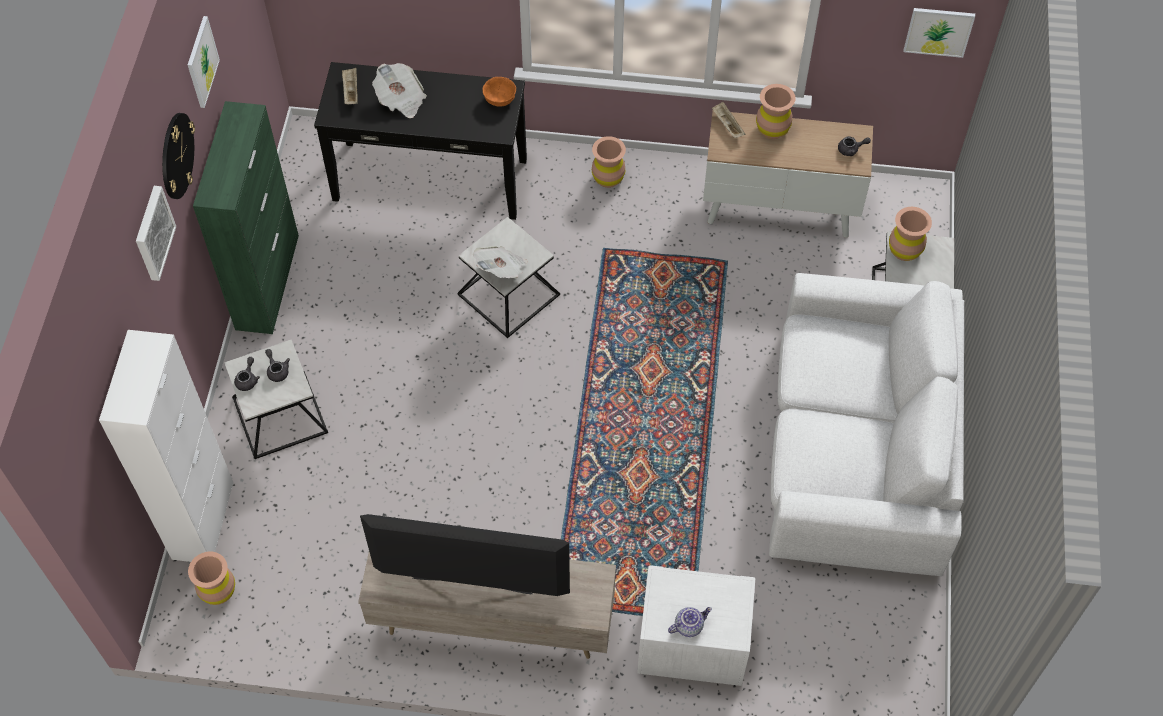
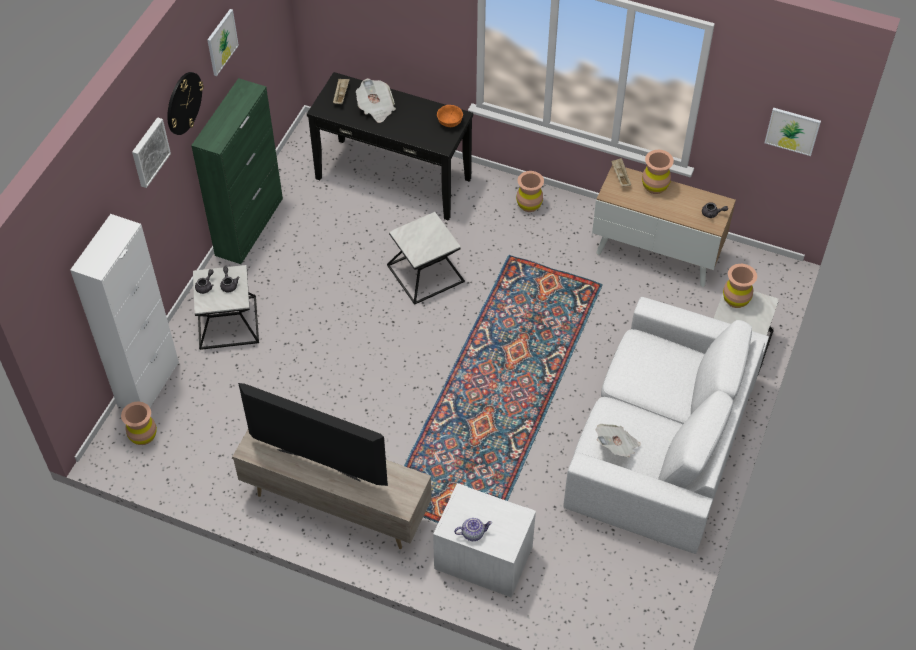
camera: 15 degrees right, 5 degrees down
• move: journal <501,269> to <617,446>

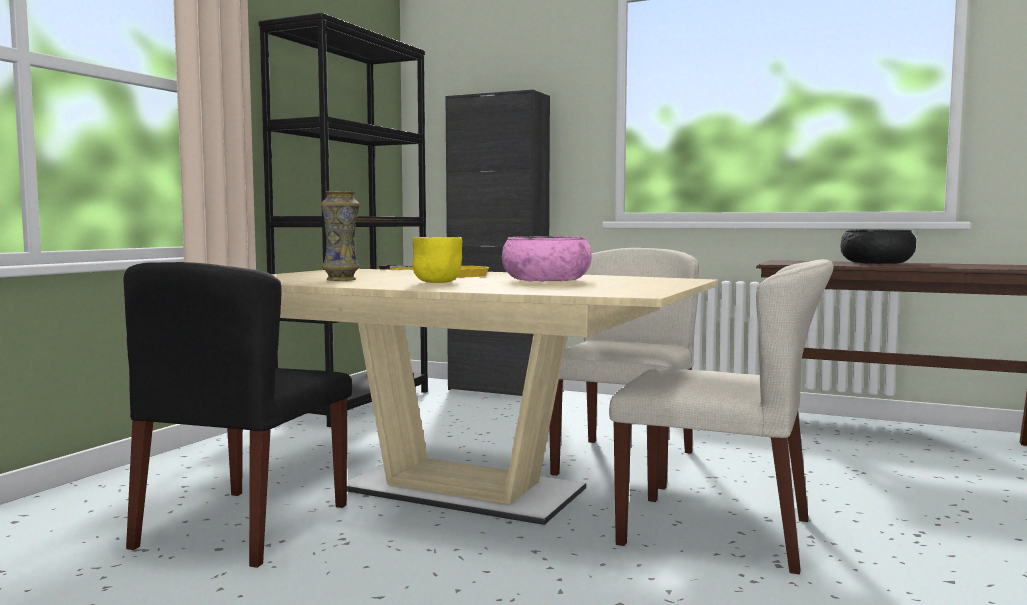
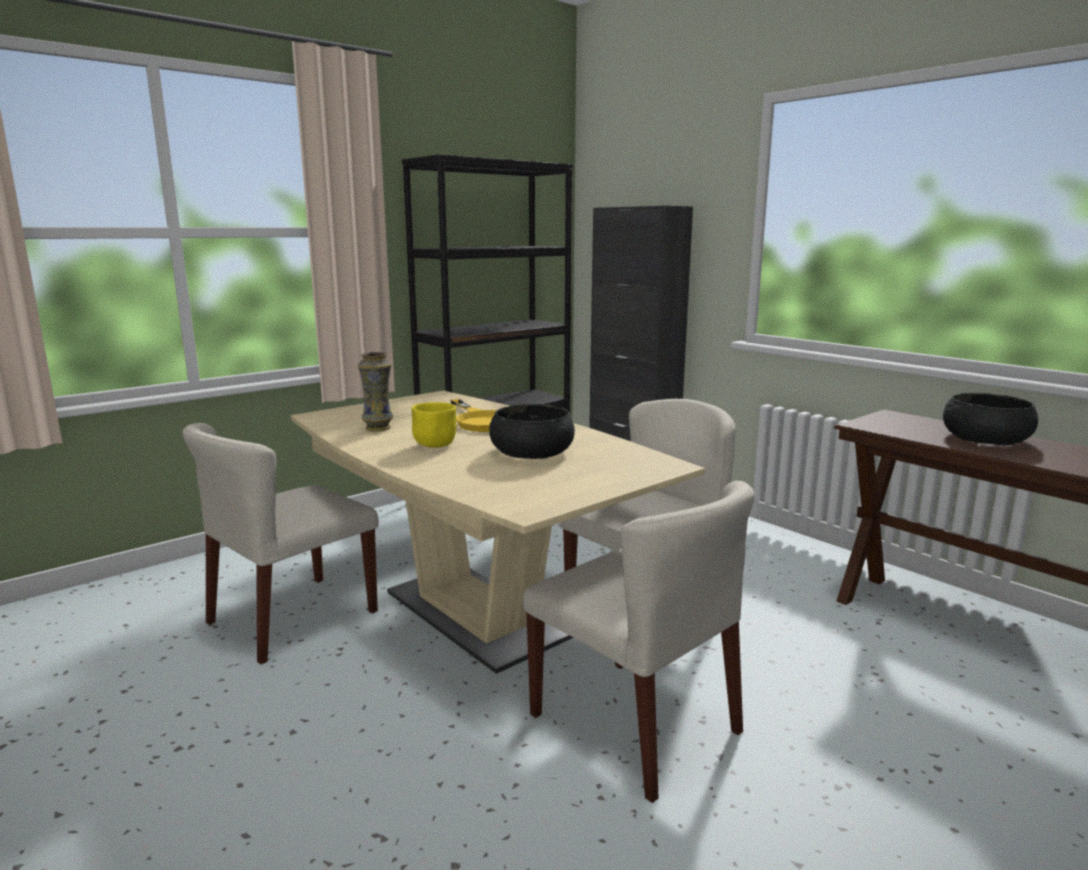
camera: 25 degrees right, 10 degrees up
• recolor: bol (rose) <546,280> to bol (noir) <532,452>
• recolor: chaise (noir) <244,526> to chaise (beige) <292,617>

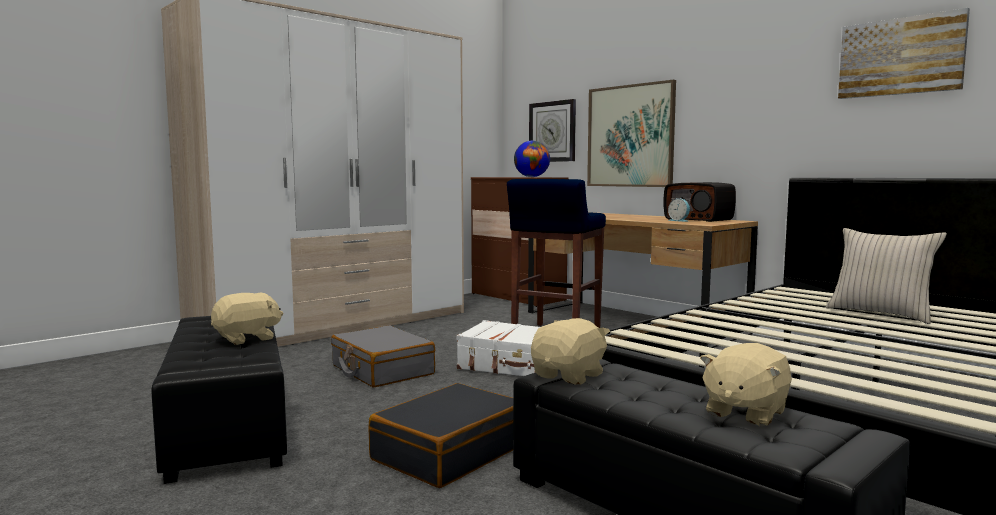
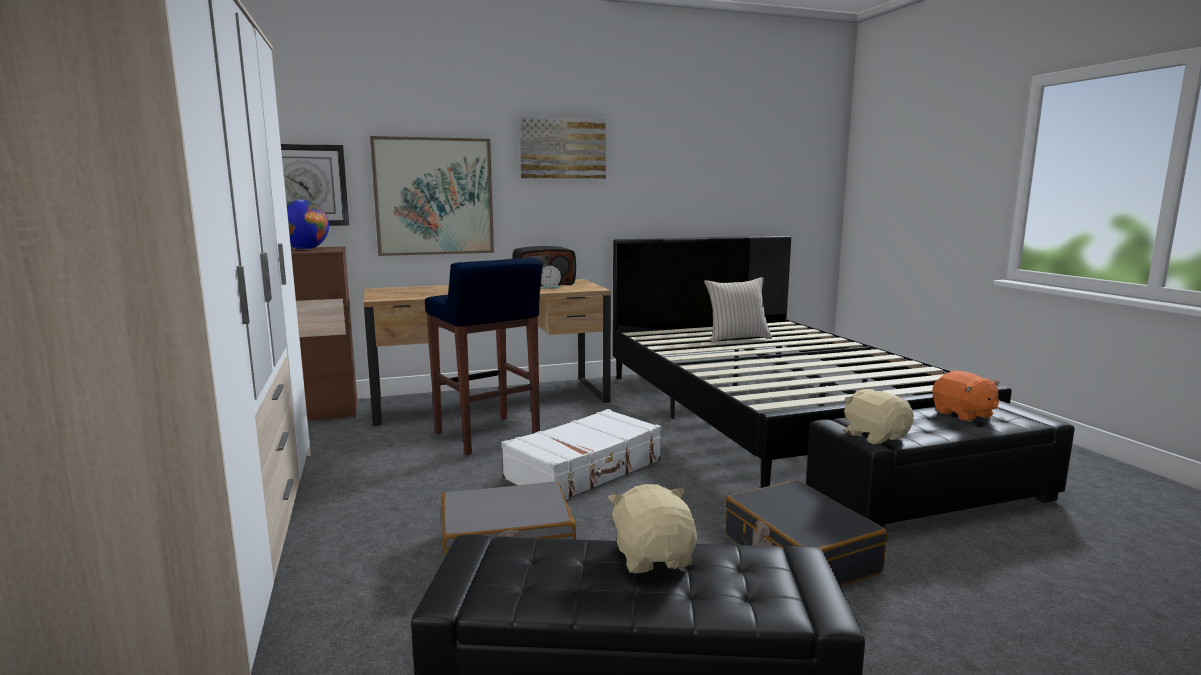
camera: 65 degrees left, 5 degrees up
• move: tableau <900,57> to <562,148>
• recolor: peluche (beige) <744,412> to peluche (orange) <963,414>

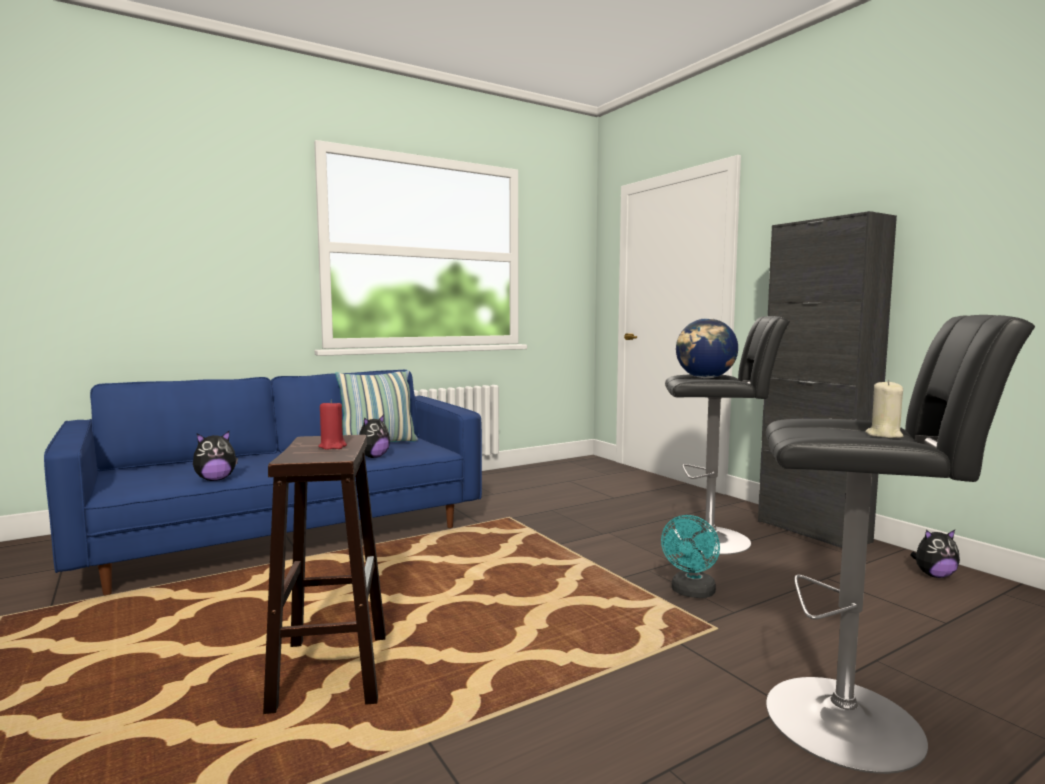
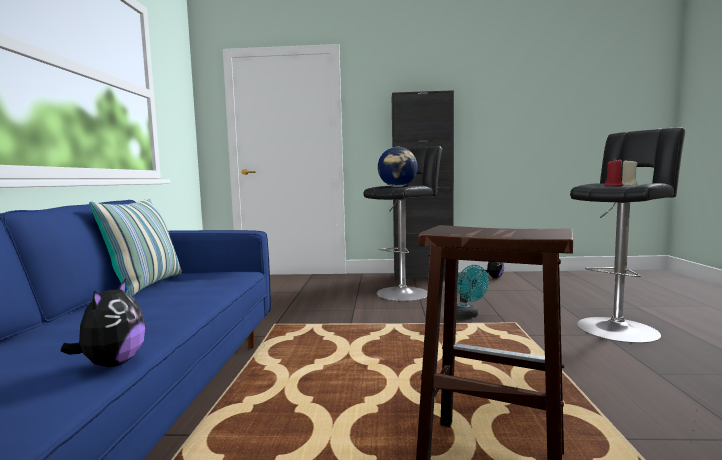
camera: 55 degrees left, 0 degrees up
• move: bougie (rouge) <333,446> to <613,186>
• delete: peluche <373,457>

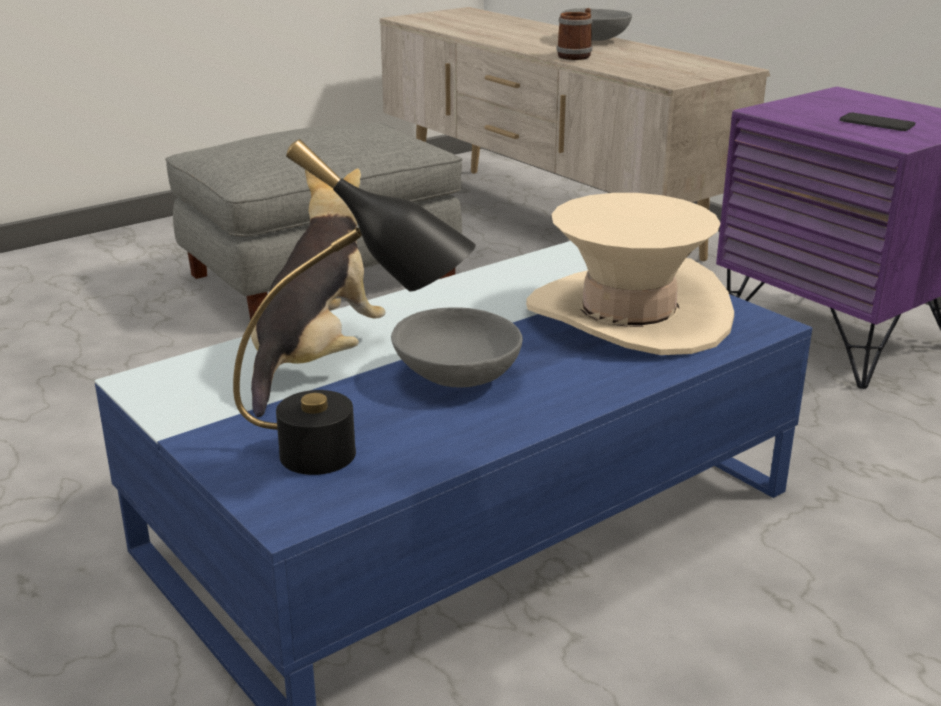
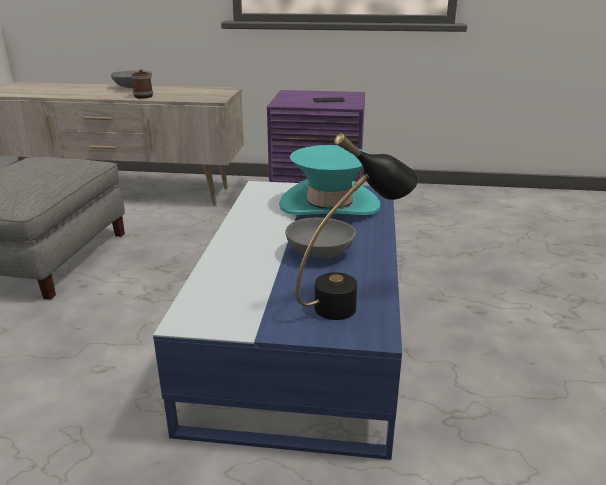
camera: 45 degrees left, 0 degrees up
• delete: peluche <316,359>
• recolor: chapeau (beige) <628,315> to chapeau (turquoise) <329,204>

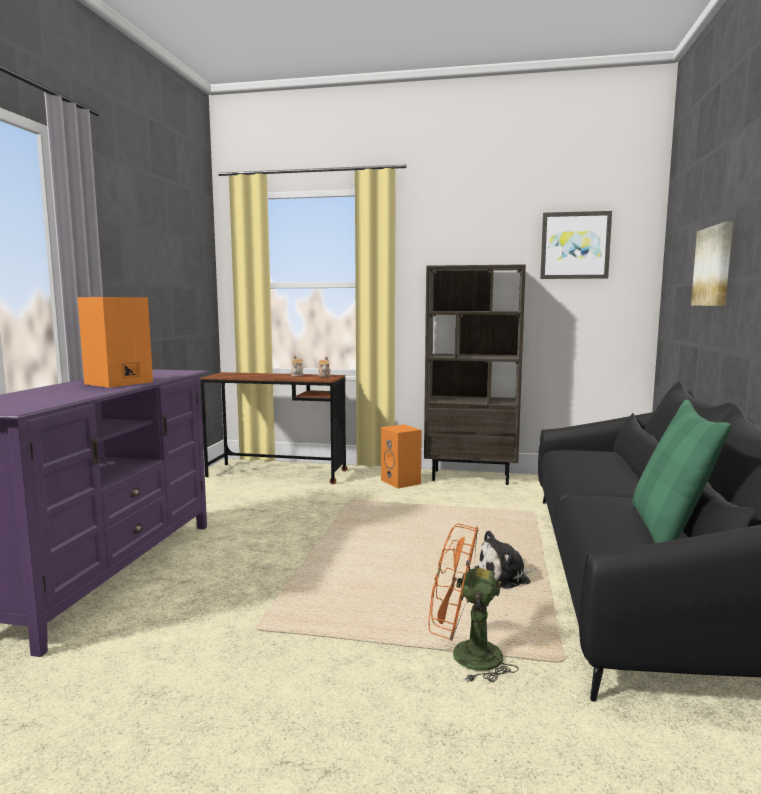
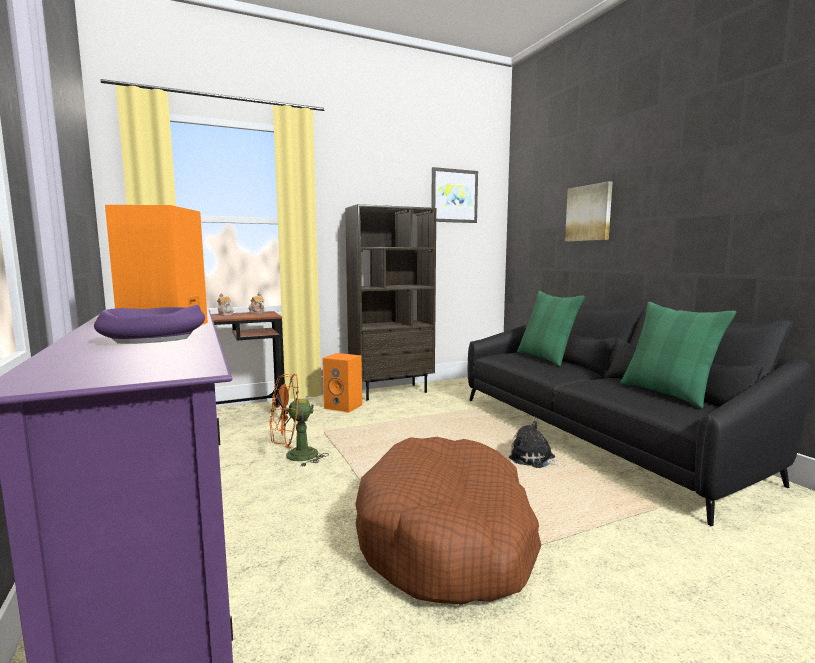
camera: 35 degrees left, 0 degrees up
• move: ventilateur (orange) <465,656> to <294,457>
• rotate: peluche <506,576> = <534,460> 90 degrees clockwise
• insert: coussin (vert) <545,358>
• insert: bol (violet) <154,340>
• insert: panier pour chien (marron) <447,537>

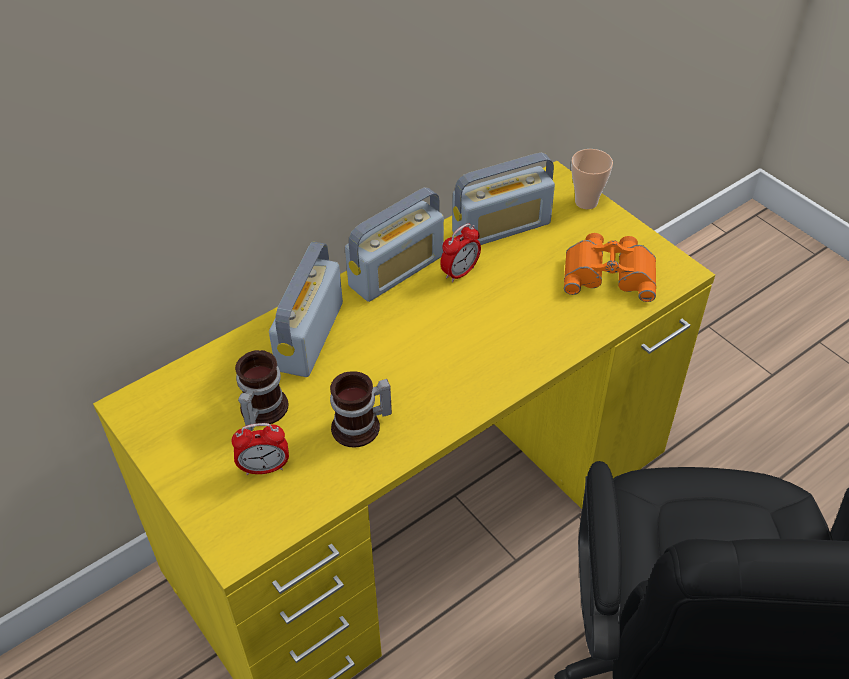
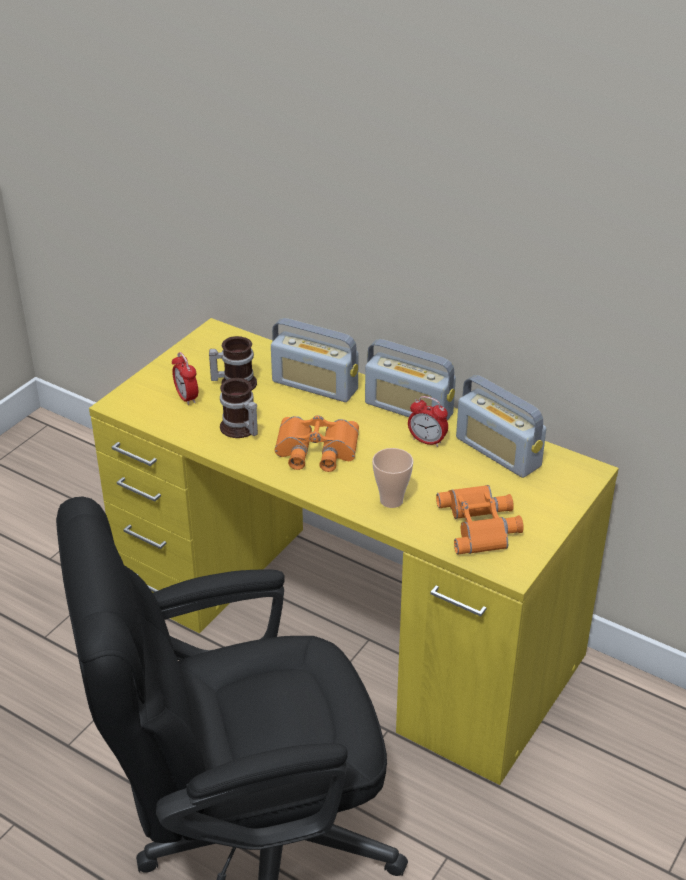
camera: 70 degrees right, 10 degrees down
• move: tasse <586,202> to <391,500>
• rotate: radio <310,336> = <315,385> 150 degrees counterclockwise
• insert: jumelles (orange) <315,451>

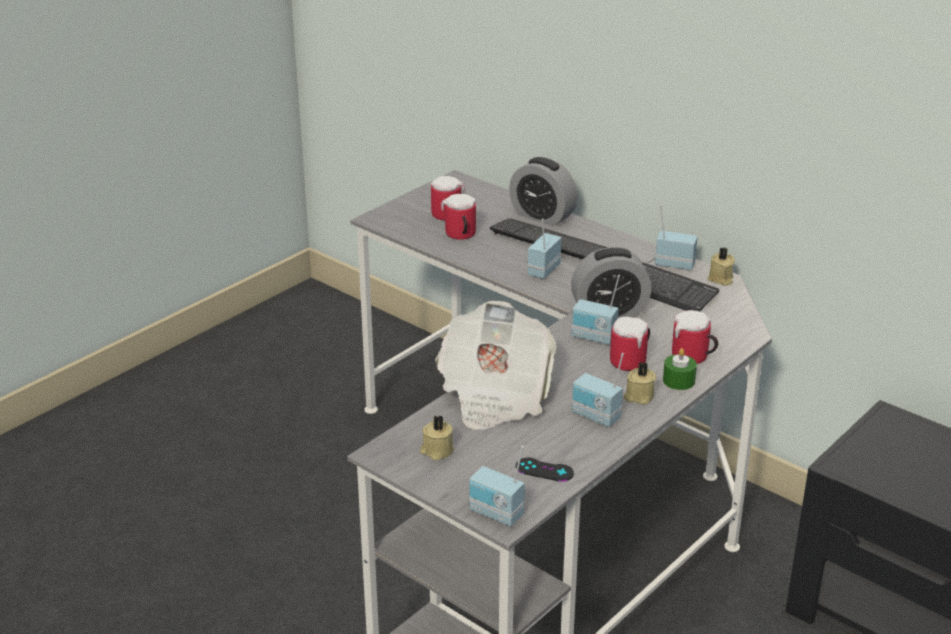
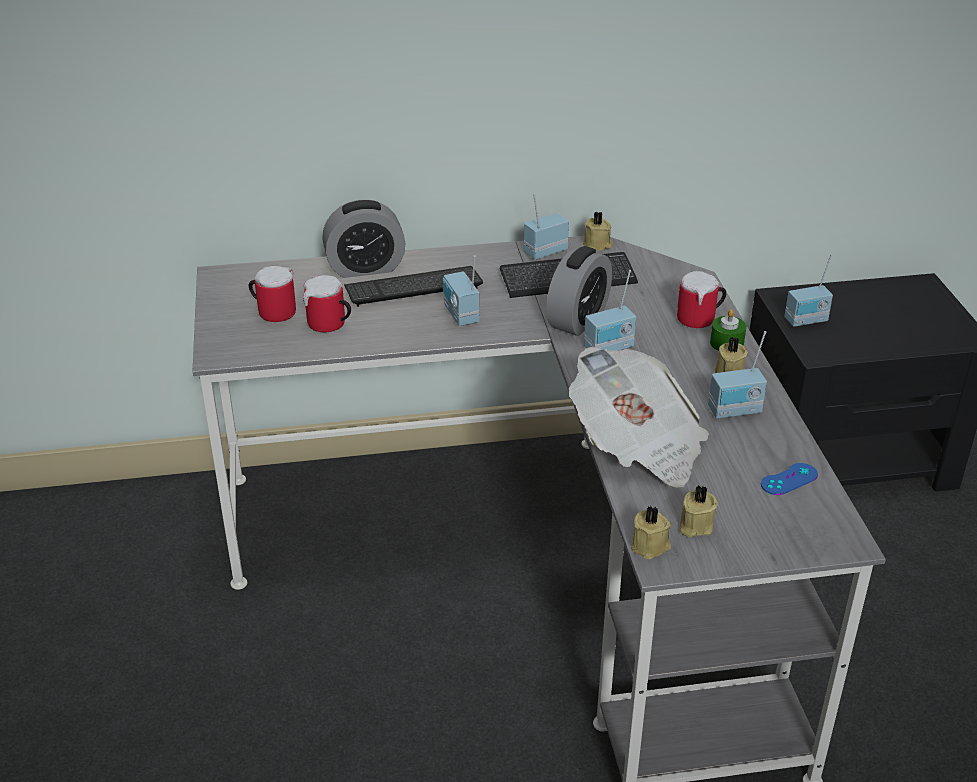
camera: 50 degrees left, 5 degrees up
• delete: mug <632,361>
• move: radio <495,514> to <806,321>
• recolor: manette (noir) <544,470> to manette (bleu) <789,479>
• insert: bougie (beige) <651,546>

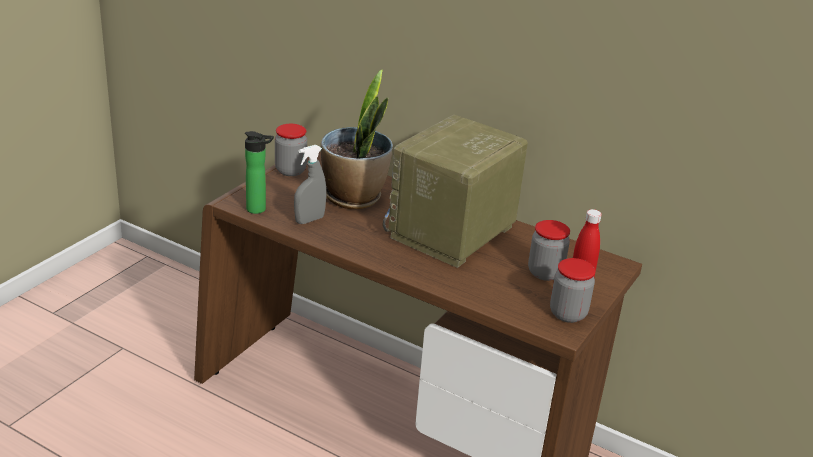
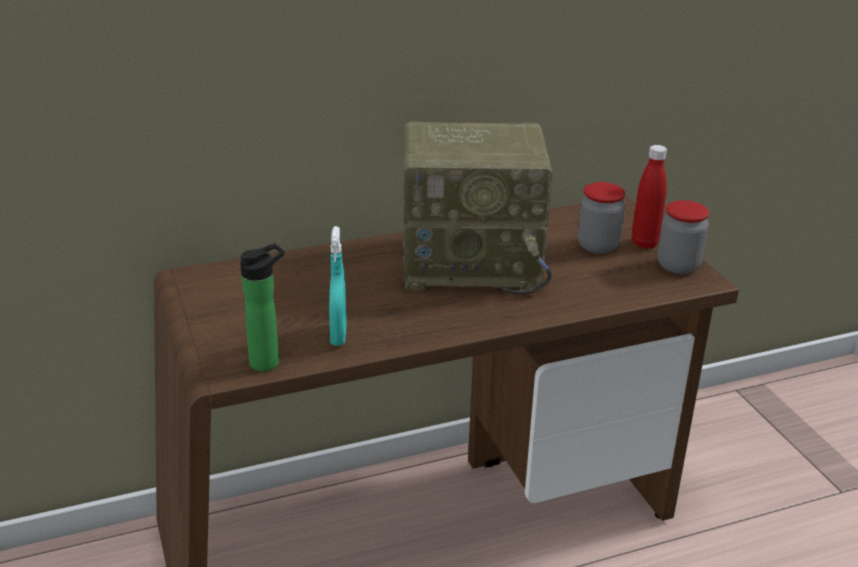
camera: 50 degrees left, 0 degrees up
• delete: plante en pot <354,197>
• rotate: radio <452,234> = <473,262> 75 degrees counterclockwise
• delete: bocal <290,170>
• recolor: vaporisateur (gris) <309,220> to vaporisateur (turquoise) <338,335>

